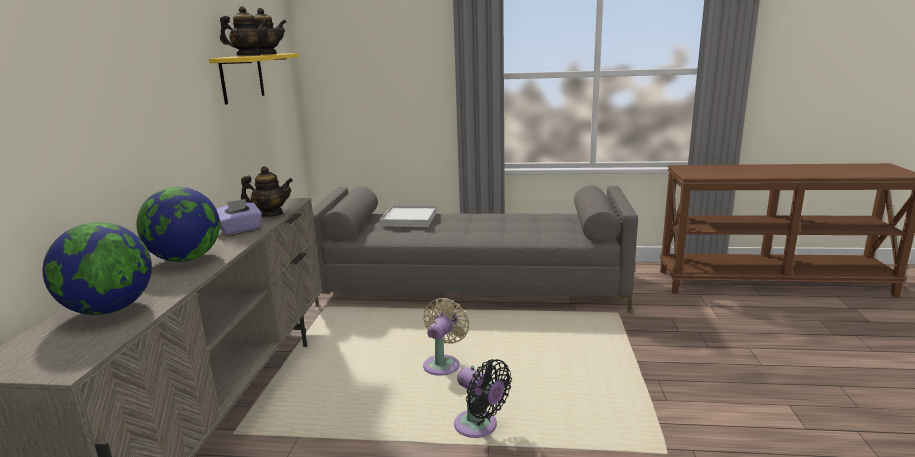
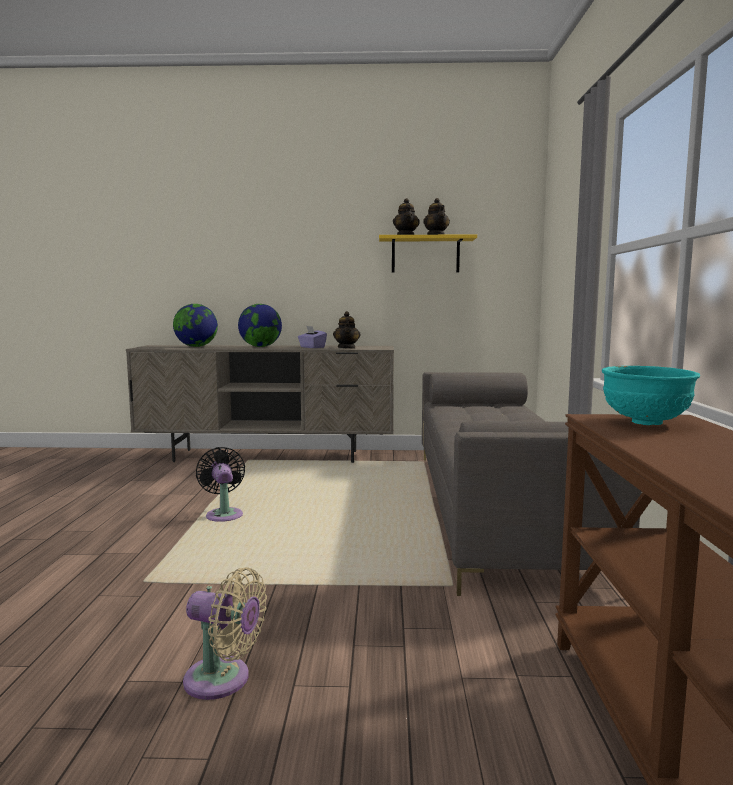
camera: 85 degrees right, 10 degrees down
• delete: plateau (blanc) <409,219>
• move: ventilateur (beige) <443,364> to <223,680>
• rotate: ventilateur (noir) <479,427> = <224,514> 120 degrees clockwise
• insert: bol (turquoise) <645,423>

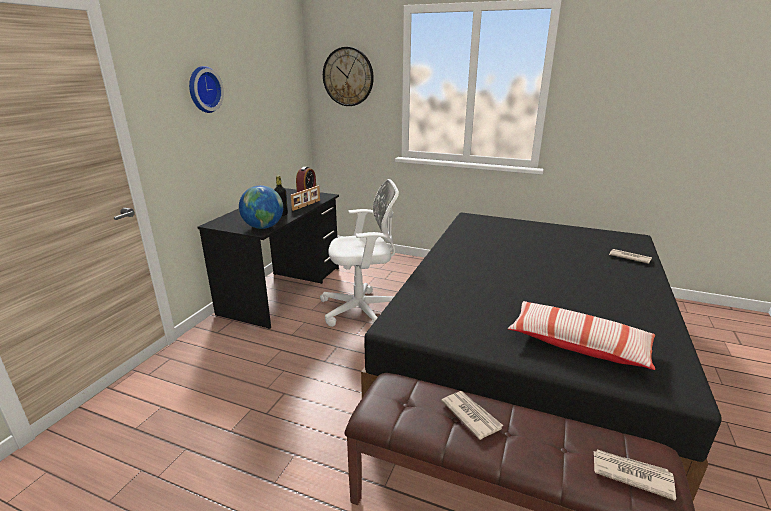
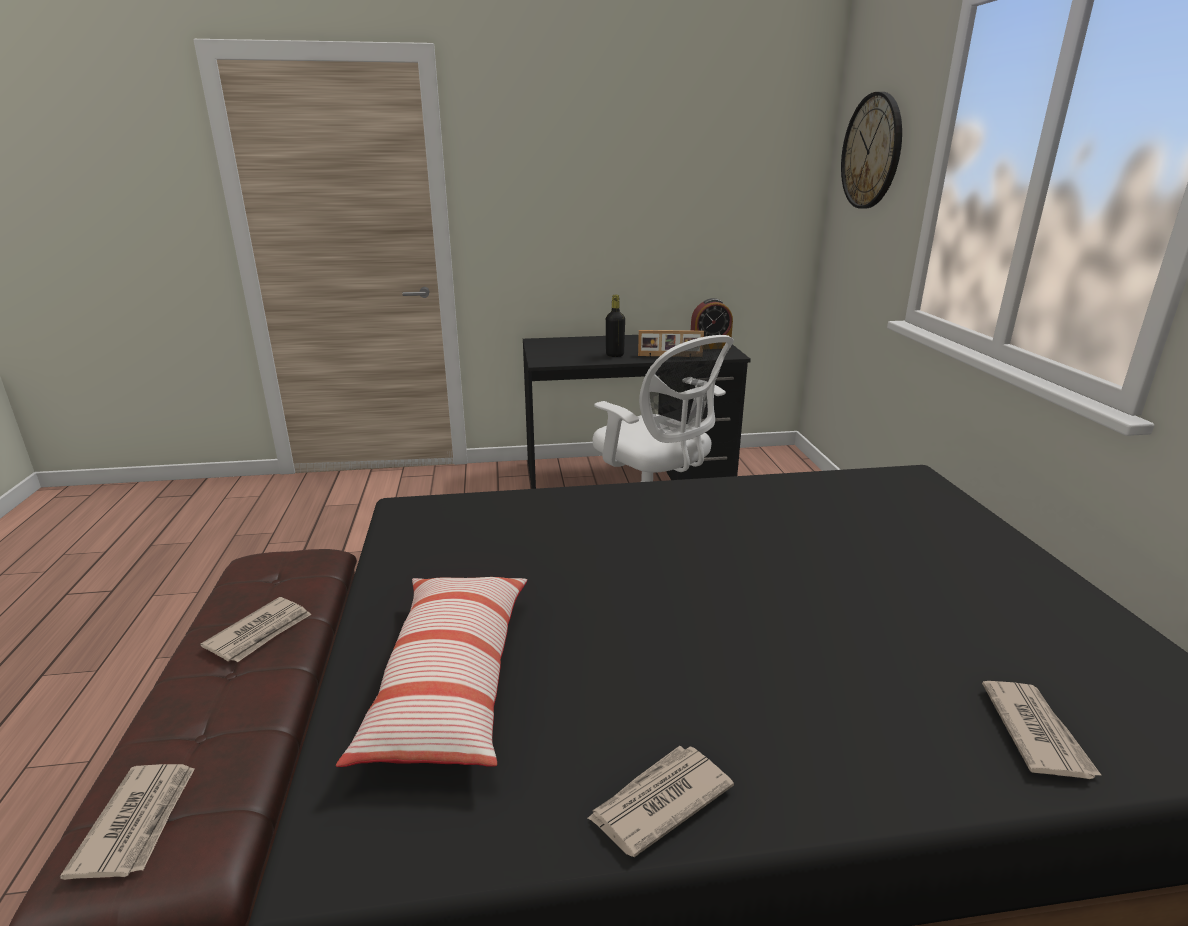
camera: 60 degrees right, 0 degrees up
• delete: horloge murale <203,89>
• delete: globe <263,227>
• insert: journal <658,802>

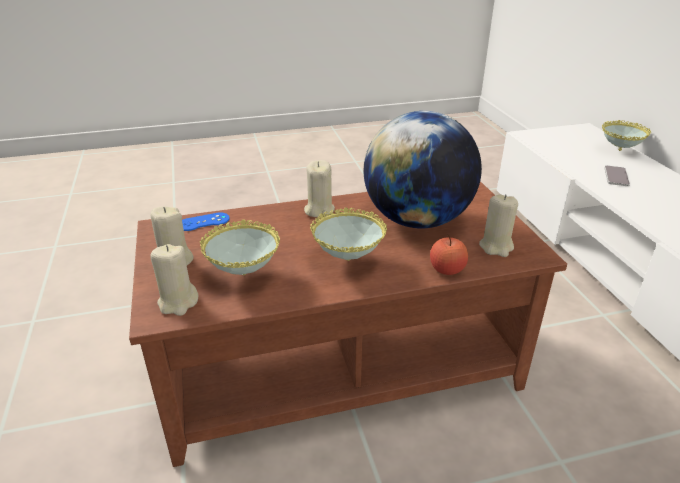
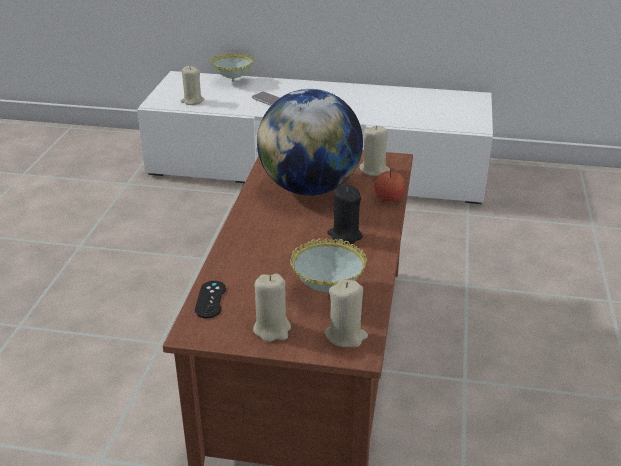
camera: 65 degrees left, 0 degrees up
• move: bougie (beige) <319,210> to <192,101>
• replace: bol <348,260> to bougie (noir) <345,235>
• recolor: manette (bleu) <203,222> to manette (noir) <210,299>

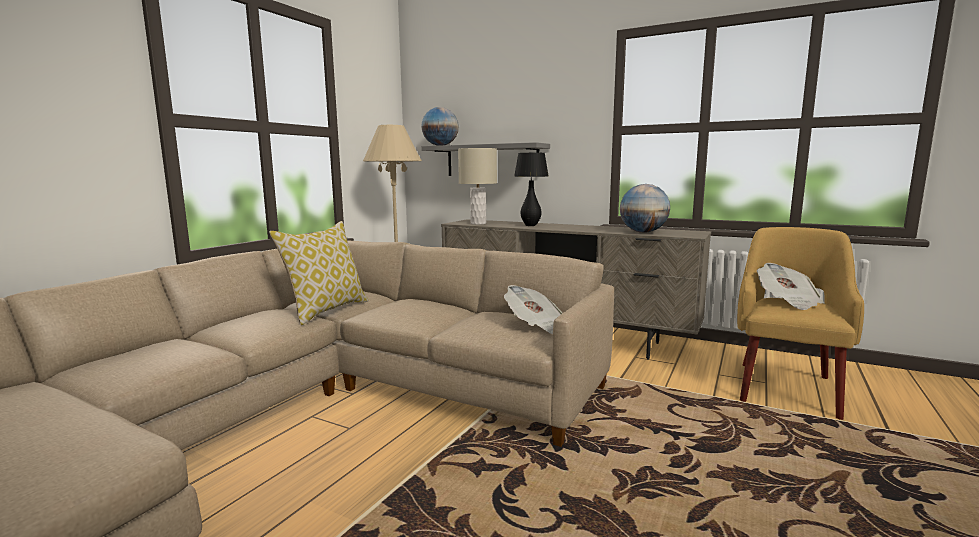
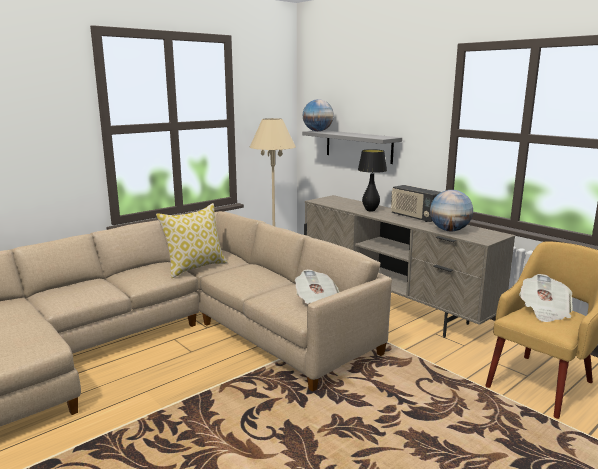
camera: 20 degrees right, 5 degrees up
• delete: lampe de table (beige) <478,223>
• insert: radio <415,217>

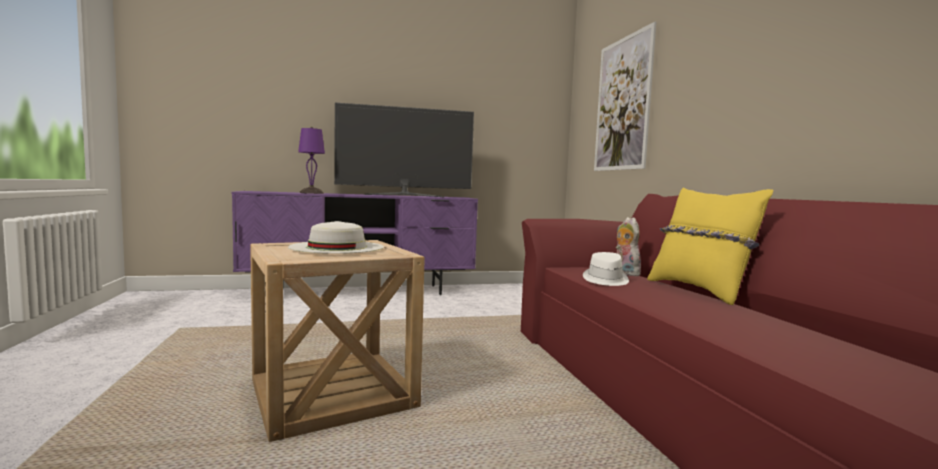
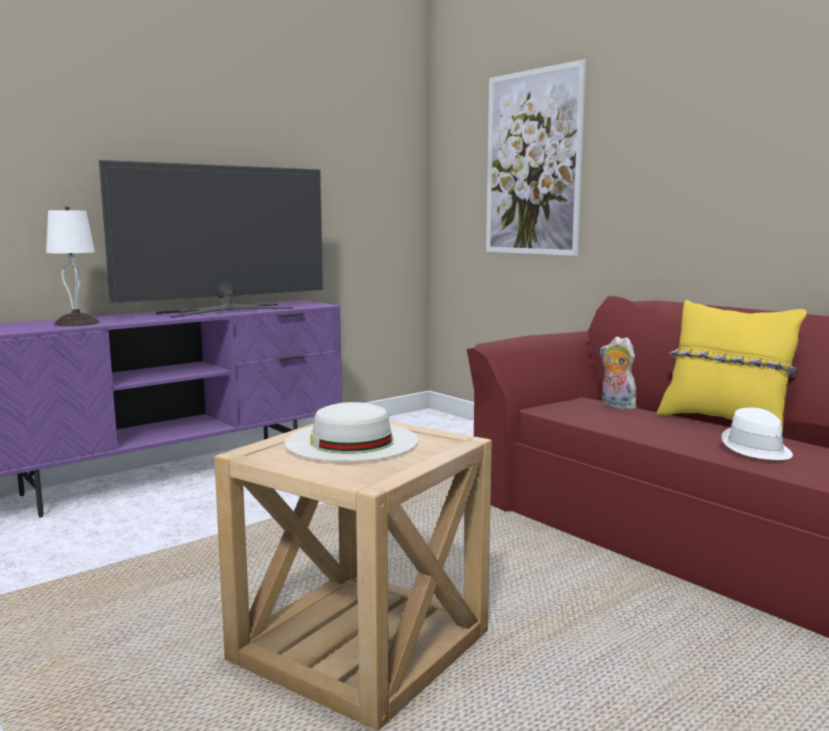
camera: 25 degrees left, 5 degrees up
• recolor: lampe de table (violet) <311,193> to lampe de table (blanc) <77,323>
• move: chapeau (blanc) <605,280> to <756,448>

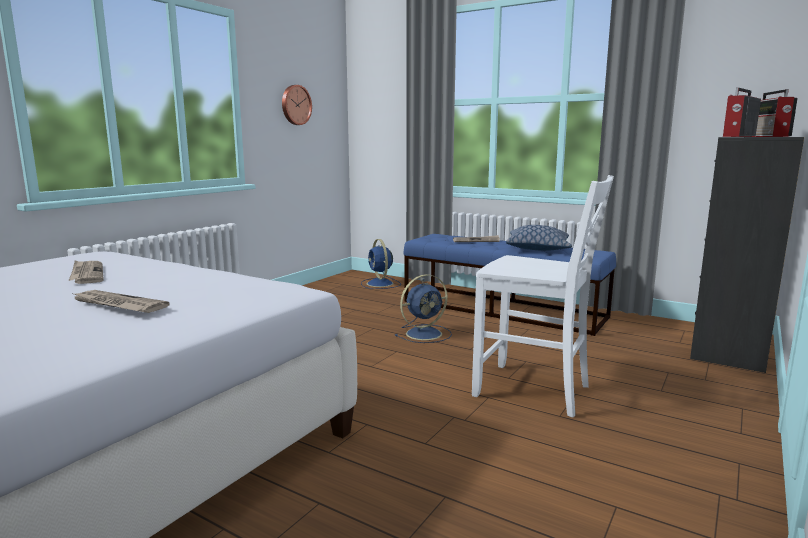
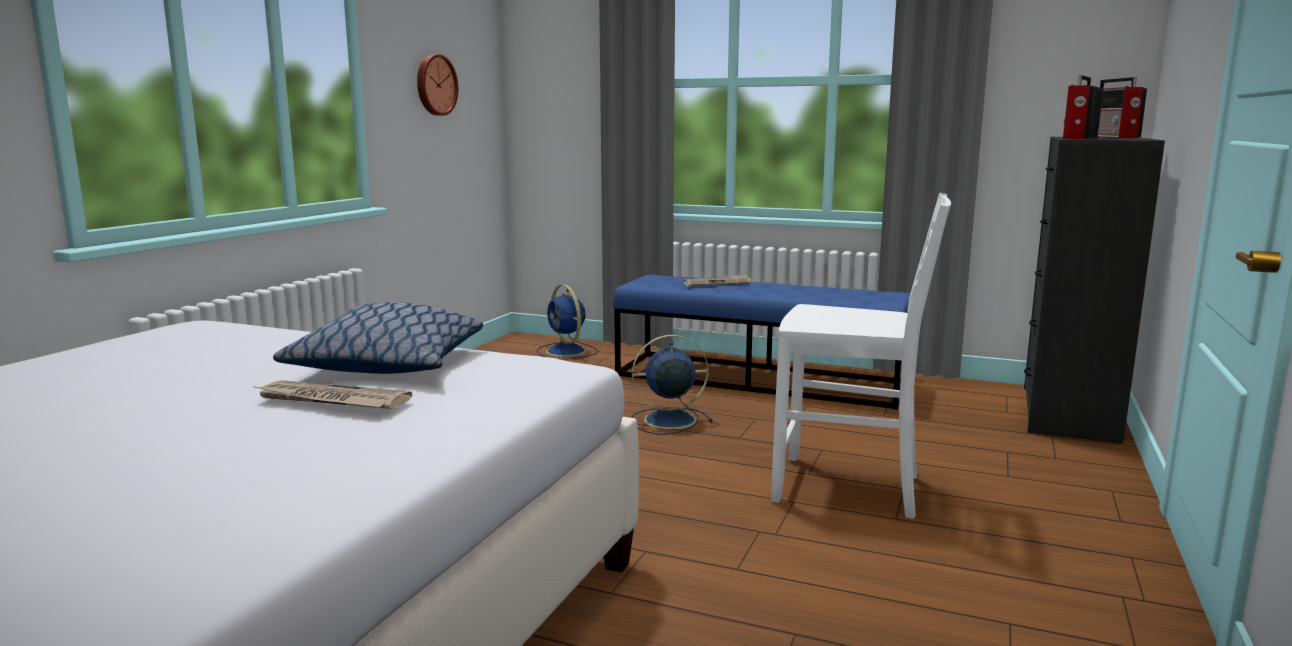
camera: 10 degrees left, 0 degrees up
• move: coussin <538,249> to <389,365>
• delete: journal <87,274>
• rotate: ventilateur (bleu) <425,333> = <667,420> 150 degrees counterclockwise

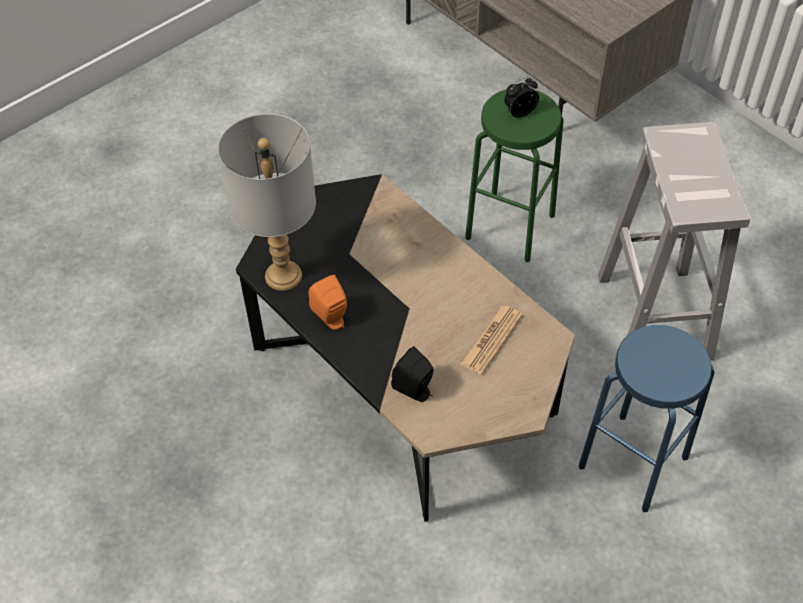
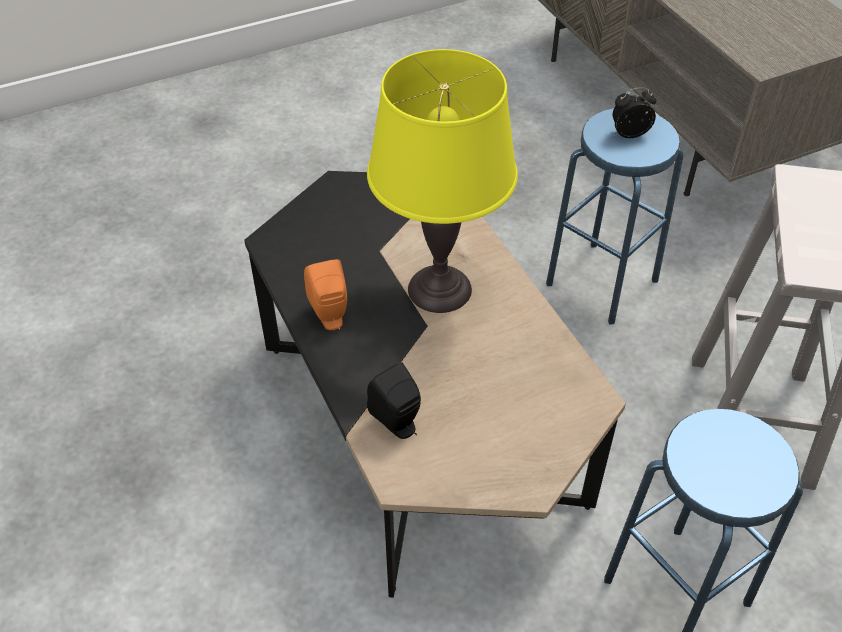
camera: 15 degrees right, 5 degrees down
• recolor: tabouret (vert) <510,227> to tabouret (bleu) <601,282>
• delete: lampe de table (gris) <283,275>
• delete: journal <491,340>
• insert: lampe de table (jaune) <439,289>

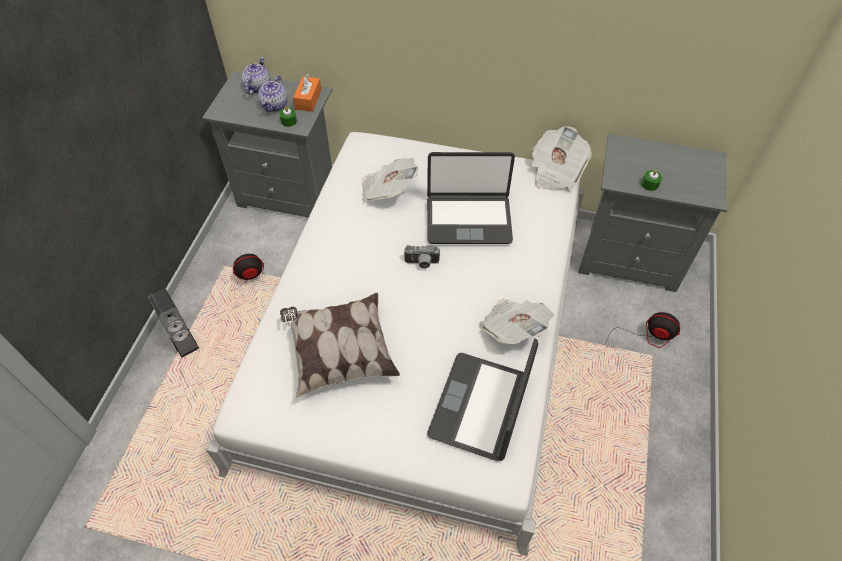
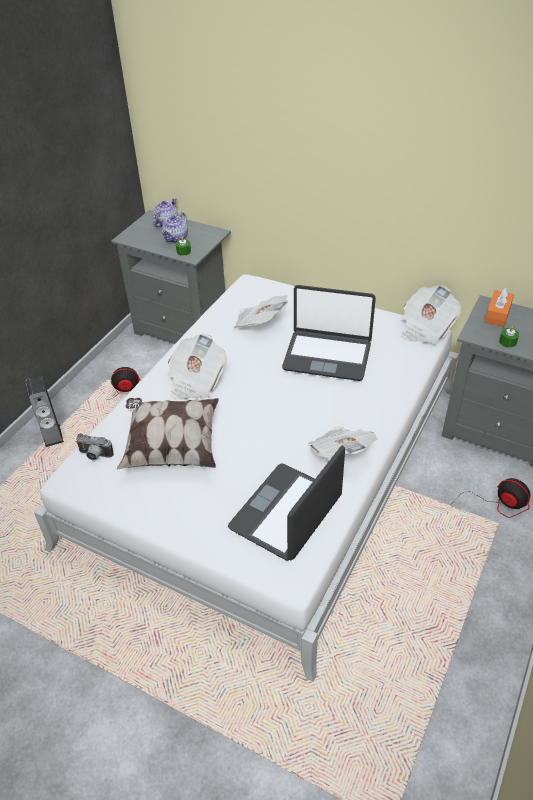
camera: 15 degrees right, 10 degrees down
• move: boîte à mouchoirs (orange) <308,99> to <497,314>
• move: appareil photo <422,264> to <94,455>
• insert: journal <195,381>

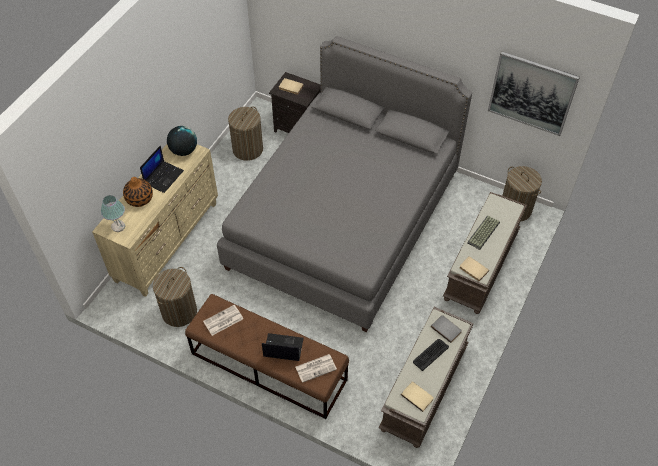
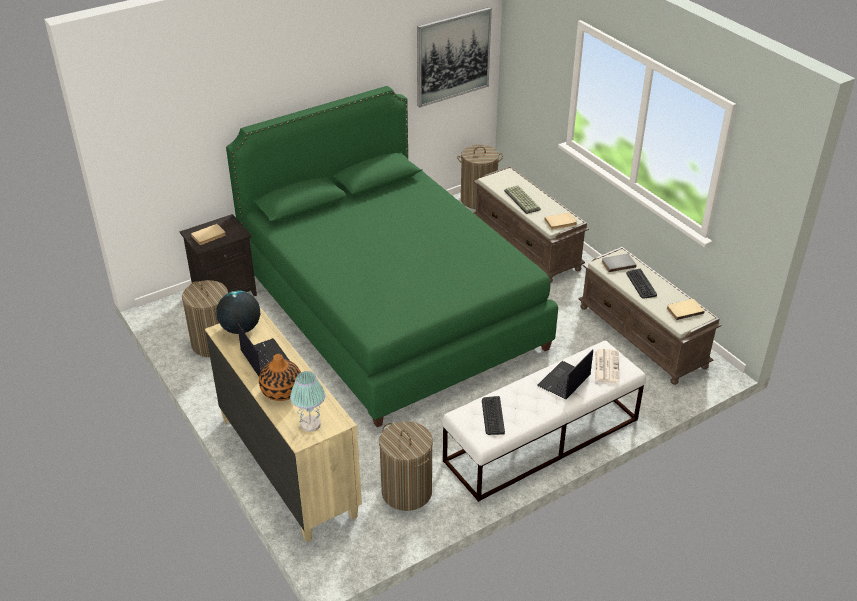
camera: 60 degrees left, 15 degrees down
• recolor: lit (gris) <344,220> to lit (vert) <391,309>
• recolor: banc (marron) <268,366> to banc (blanc) <541,440>
• replace: journal <223,320> to clavier <492,416>

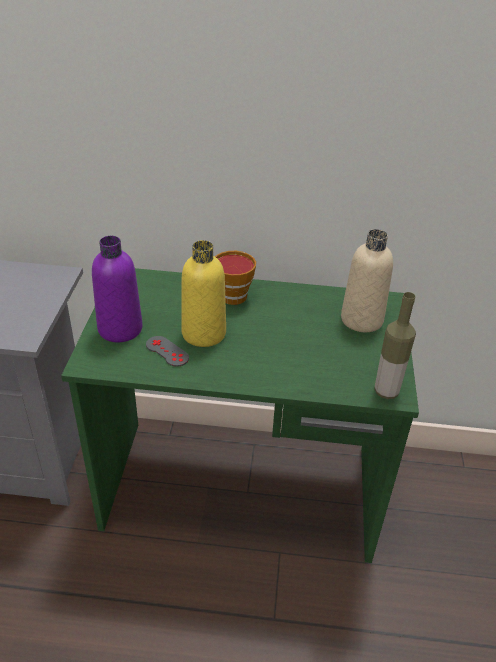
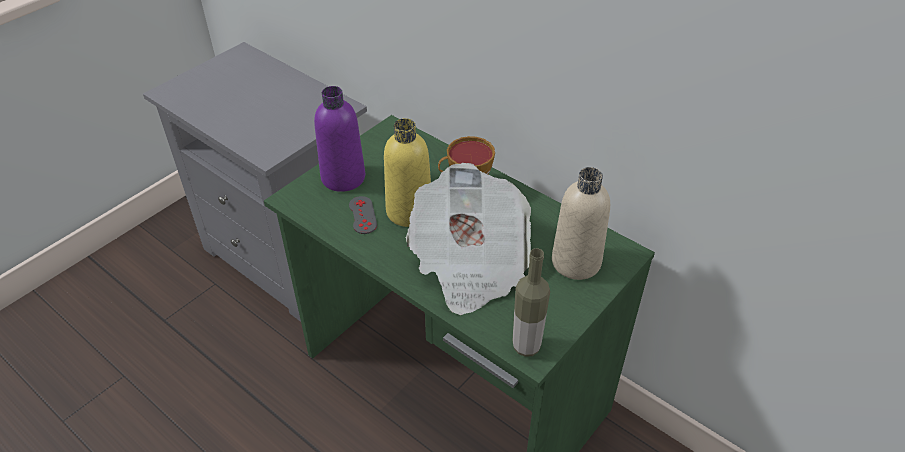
camera: 35 degrees right, 5 degrees up
• insert: journal <469,263>

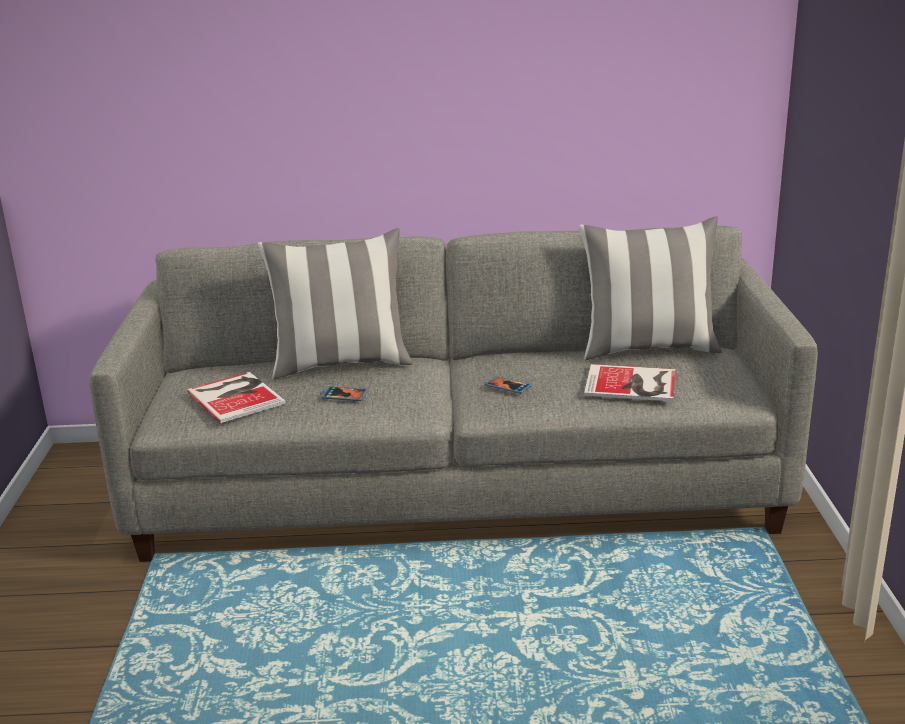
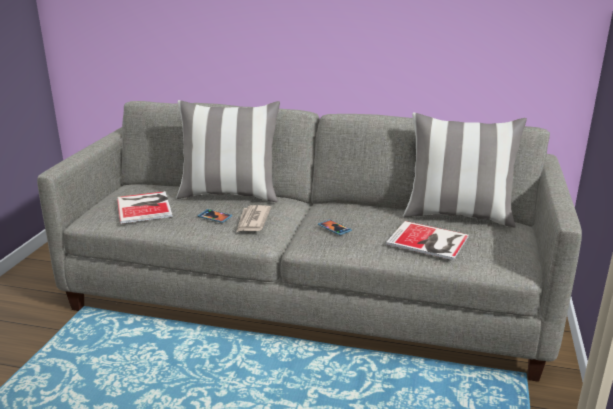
camera: 15 degrees right, 0 degrees up
• insert: journal <252,221>

